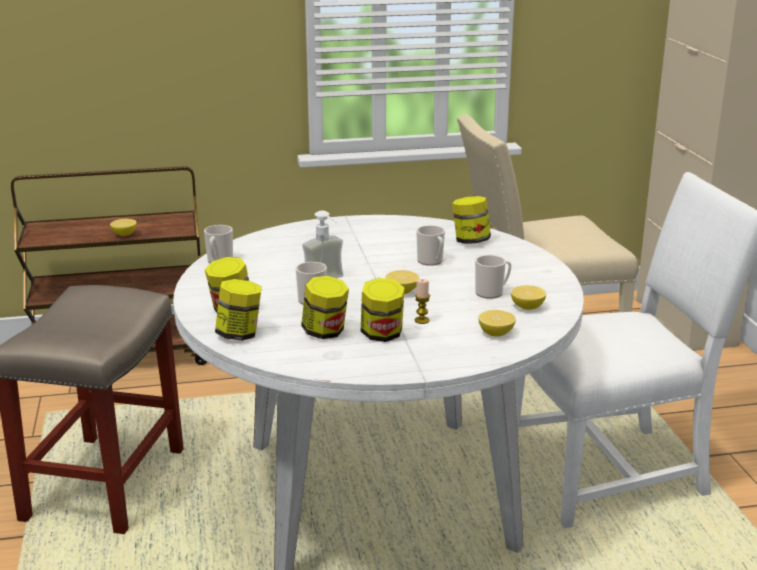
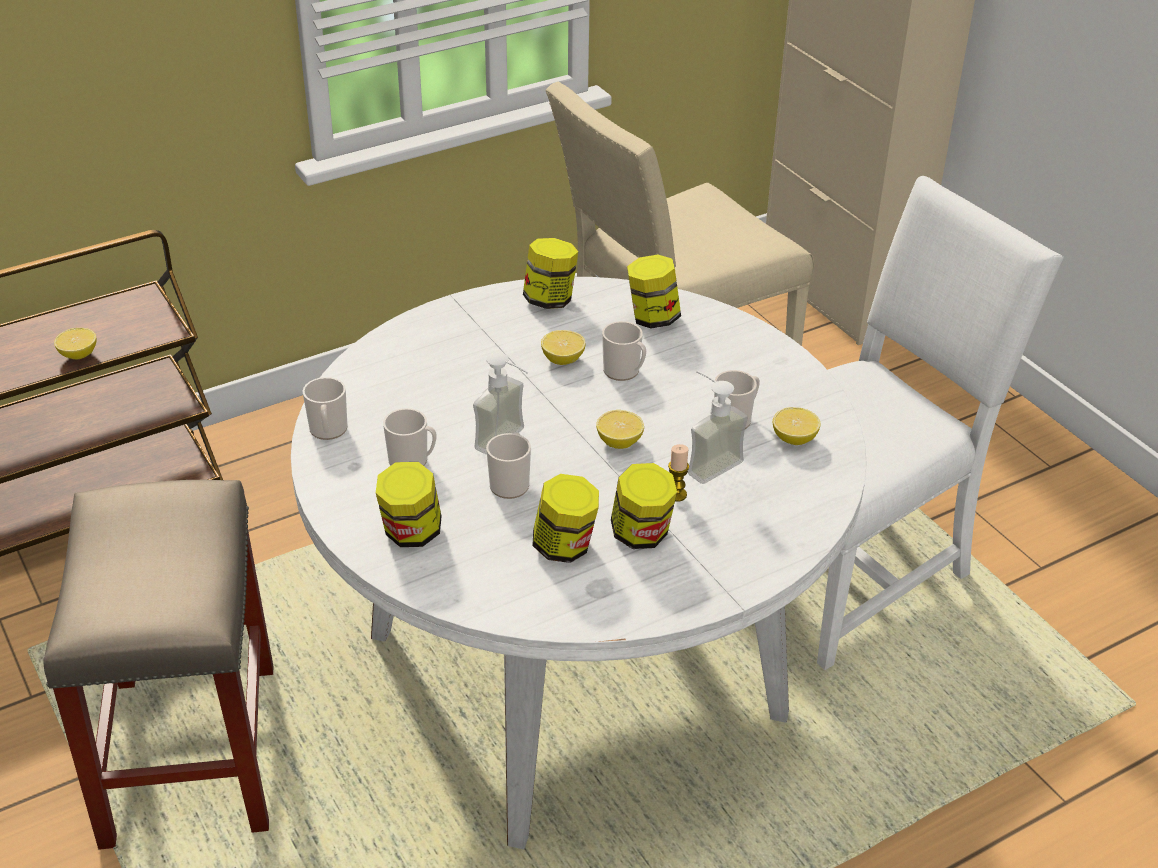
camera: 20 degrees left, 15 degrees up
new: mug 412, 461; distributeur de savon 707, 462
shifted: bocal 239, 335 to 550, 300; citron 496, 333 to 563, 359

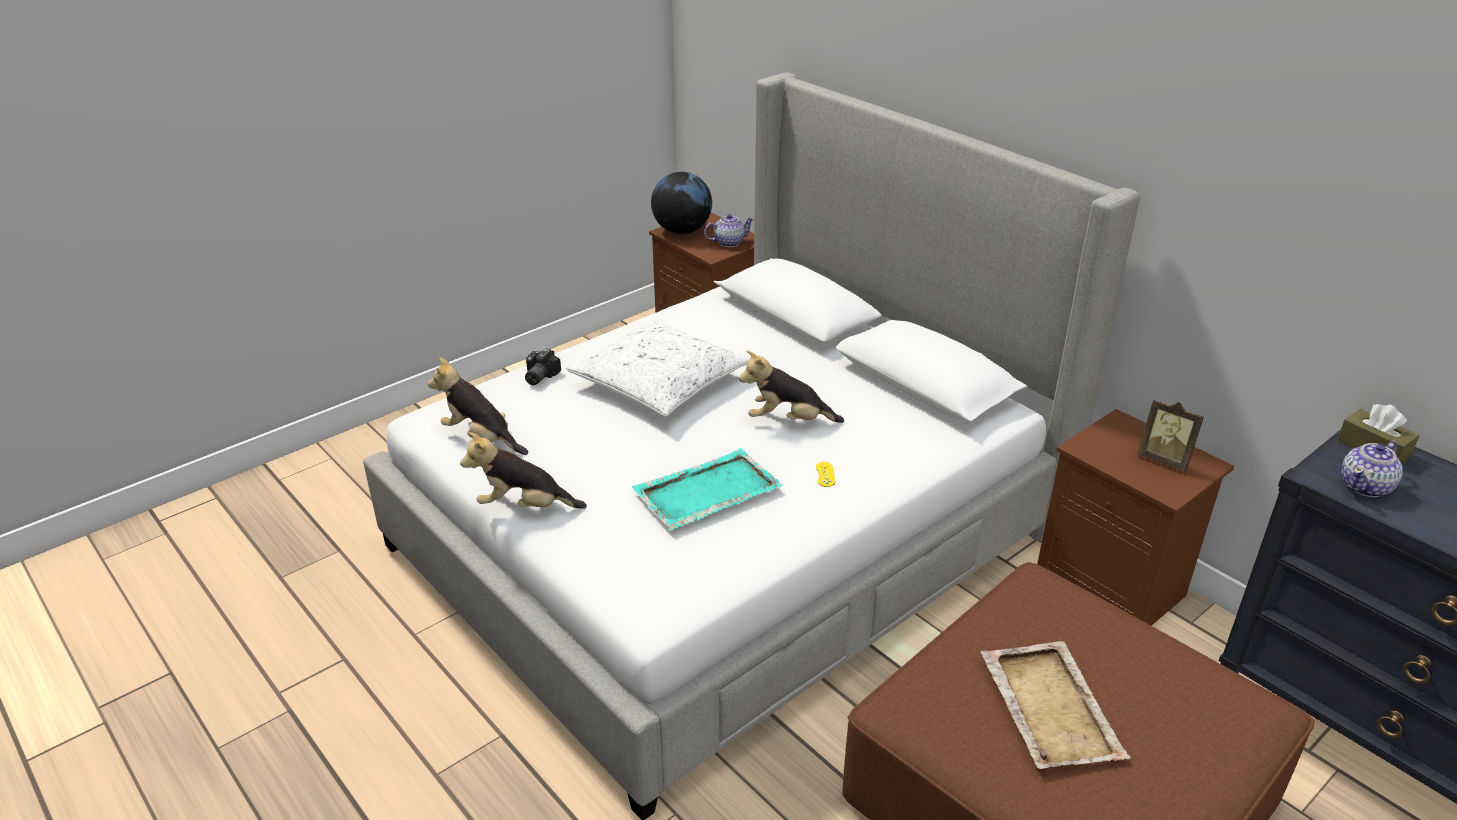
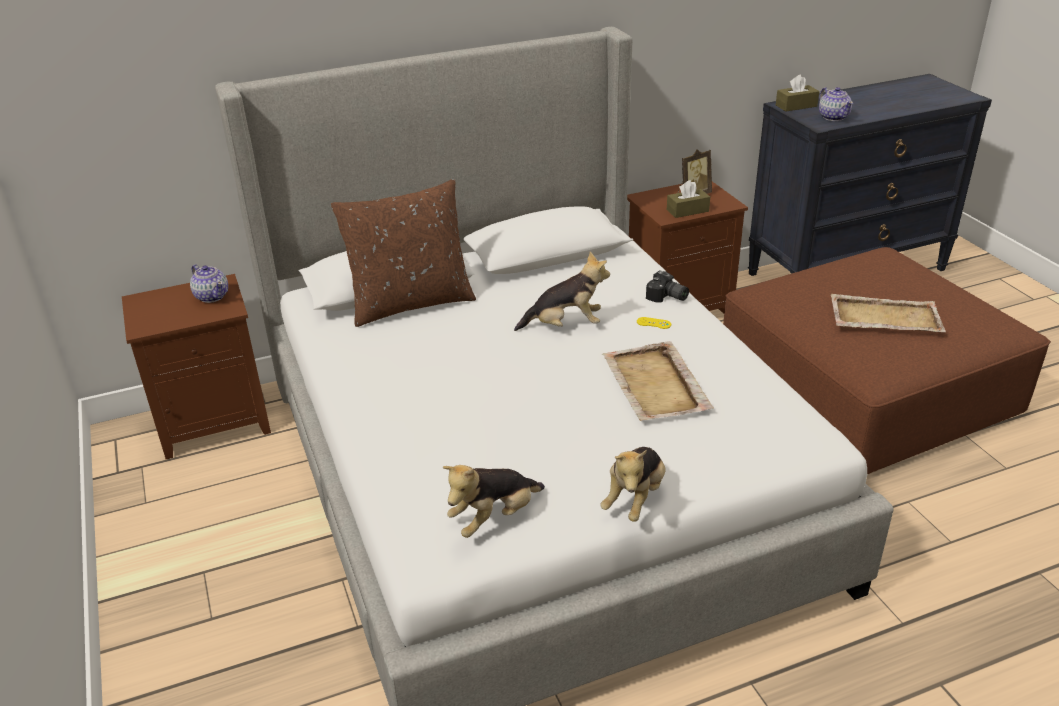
camera: 70 degrees left, 0 degrees up
gone: coussin/blanc 659, 382; globe 682, 231
new: coussin/marron 410, 303; boîte à mouchoirs/marron 687, 210
shifted: appareil photo 538, 377 to 667, 298
repainted: plateau/turquoise 706, 492 to plateau/beige 655, 385
rotated: théière 728, 242 = 212, 296 135 degrees clockwise; peluche 788, 420 = 565, 325 120 degrees counterclockwise

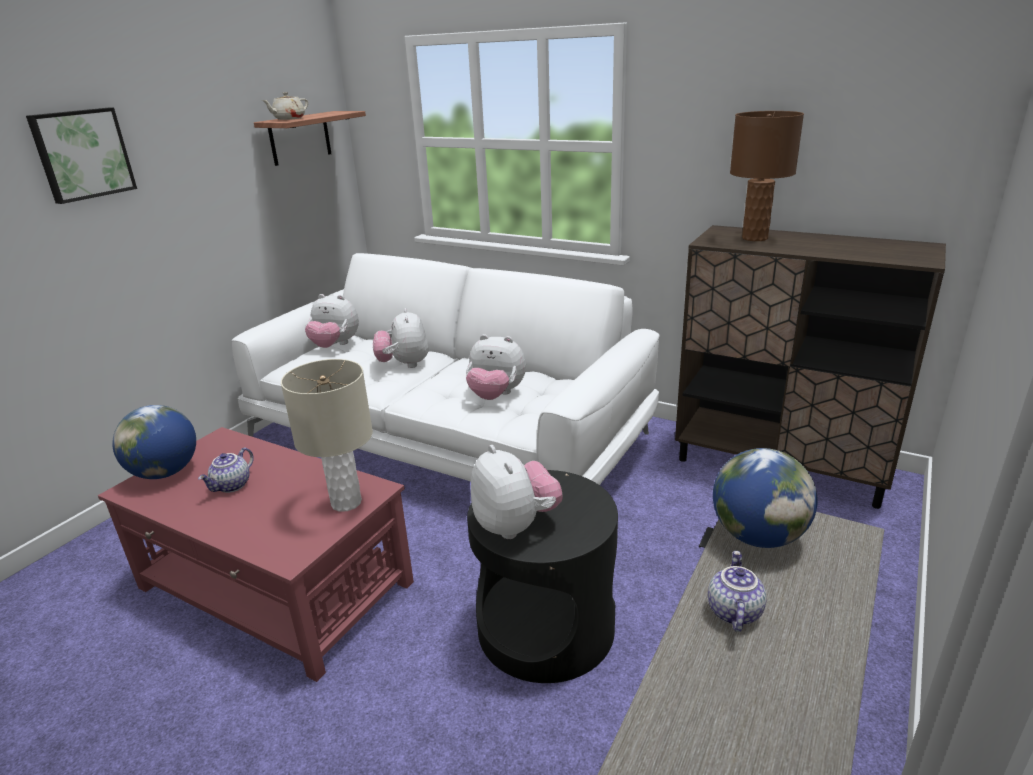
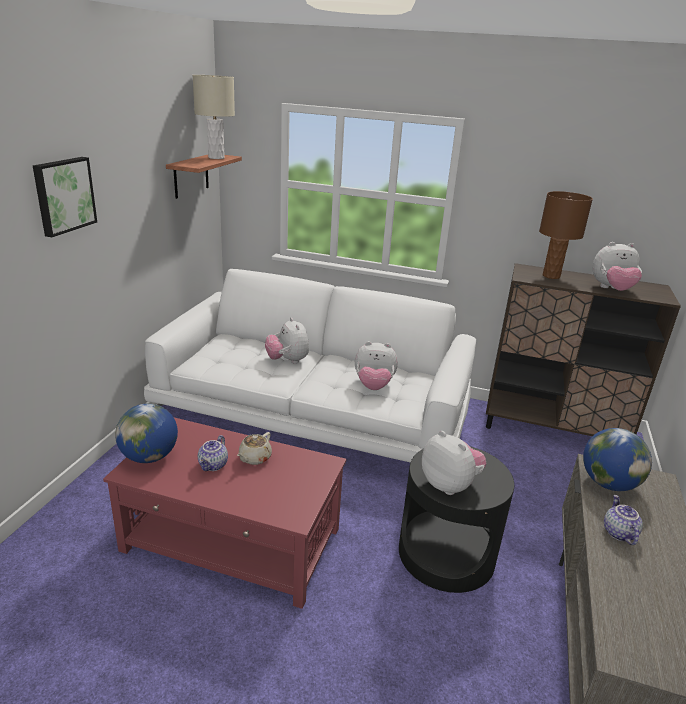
camera: 15 degrees left, 0 degrees up
shifted: théière/beige 289, 119 to 254, 458; lampe de table/beige 347, 502 to 216, 157; peluche 335, 345 to 611, 289

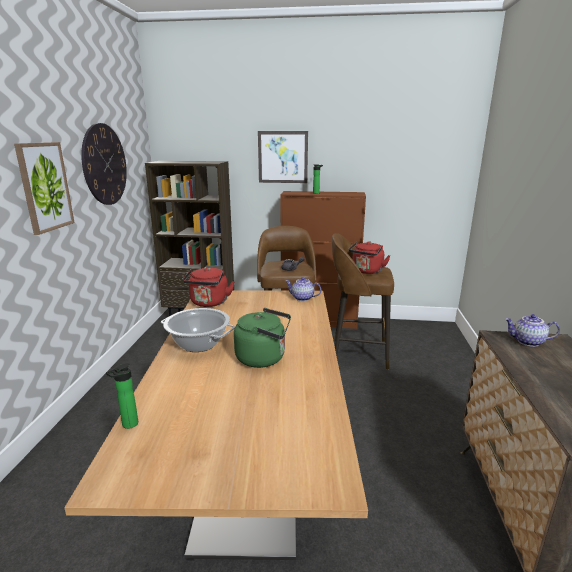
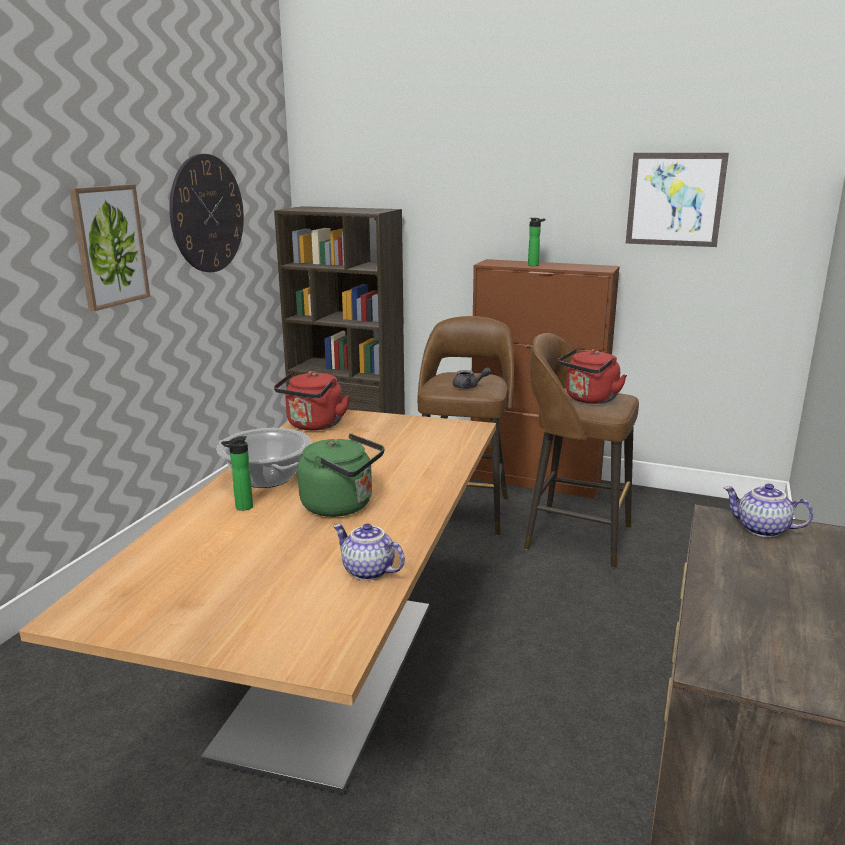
camera: 15 degrees right, 0 degrees up
shifted: bouteille 128, 425 to 241, 507; tableau 283, 157 to 675, 199; théière 302, 298 to 367, 571

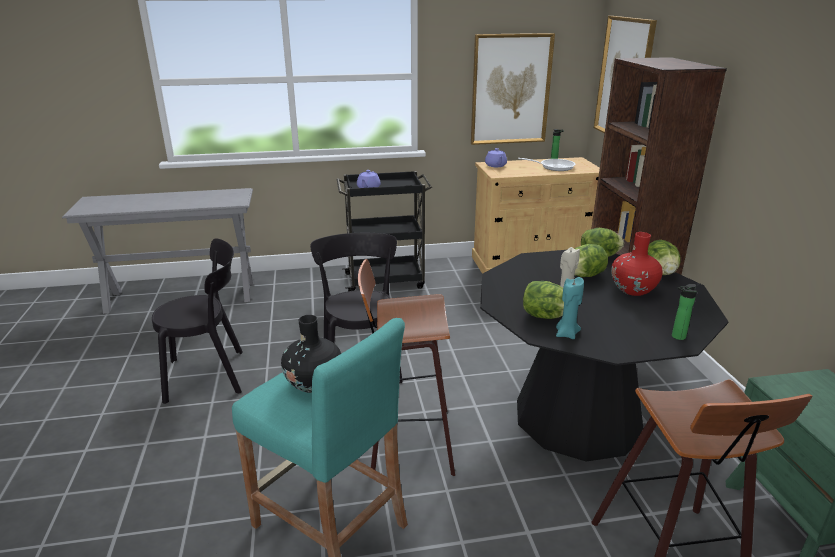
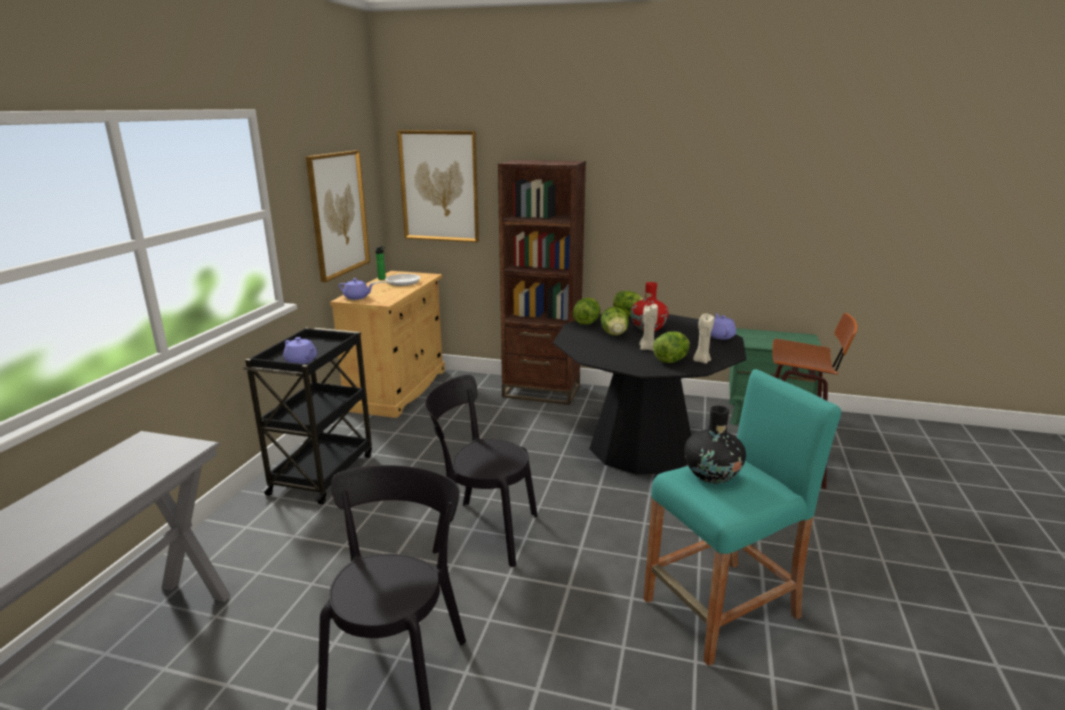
camera: 65 degrees left, 5 degrees down
gone: tabouret 407, 441
swapped: bouteille 677, 337 to théière/violet 720, 336
repainted: bougie/turquoise 566, 334 to bougie/beige 701, 361

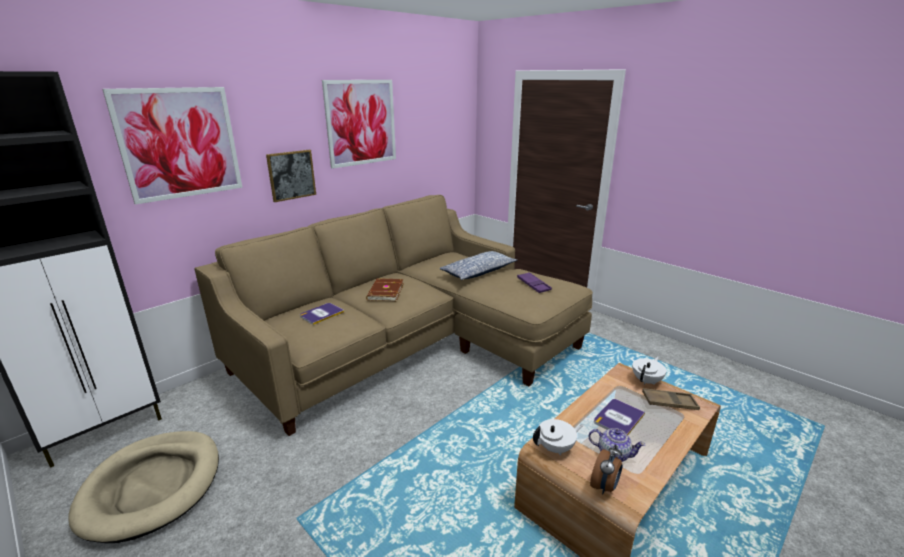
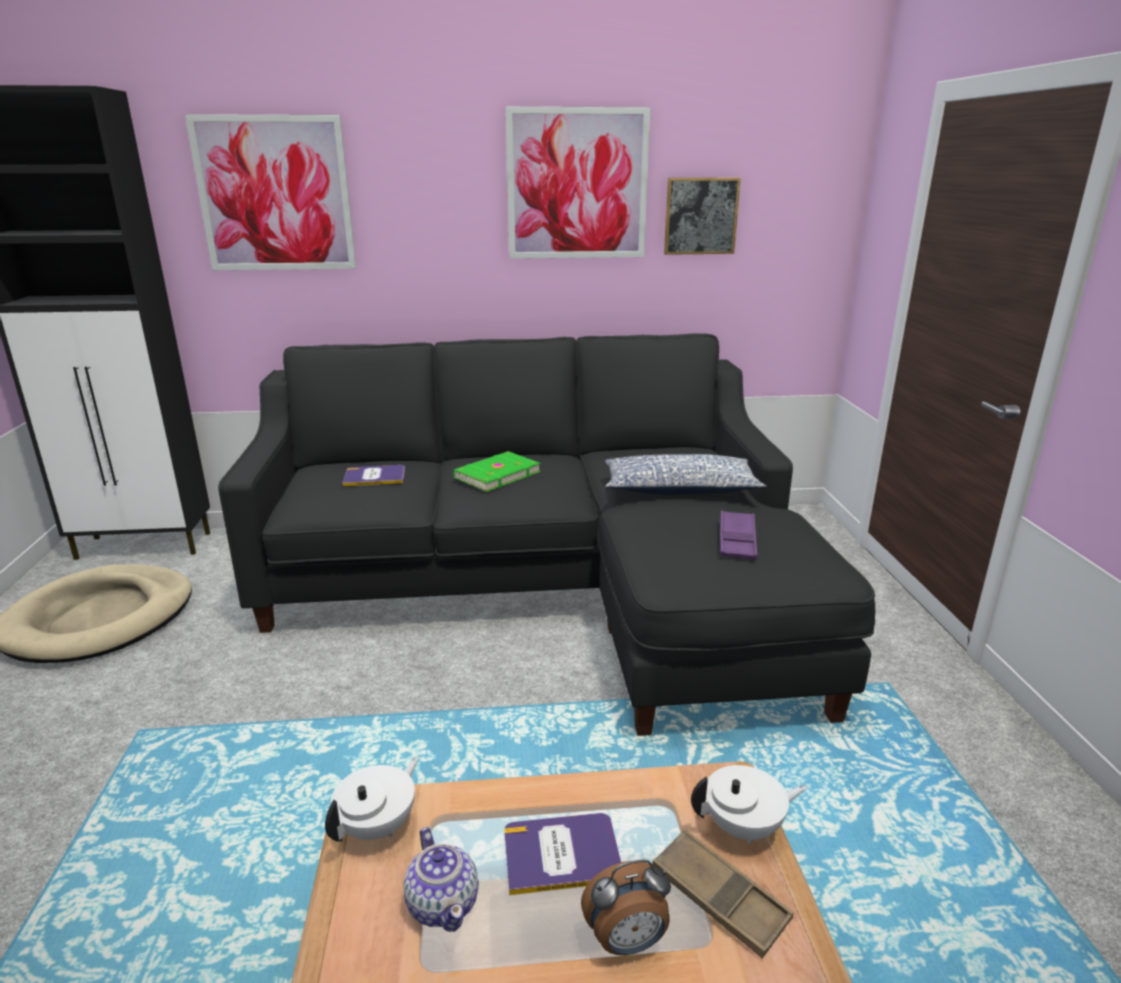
camera: 40 degrees right, 0 degrees up
shifted: tableau 291, 175 to 700, 216; réveil 604, 486 to 627, 942
repainted: canapé/beige 411, 344 to canapé/noir 550, 585; livre/marron 384, 292 to livre/vert 496, 474
rotated: théière/blanc 556, 448 = 378, 826 75 degrees counterclockwise

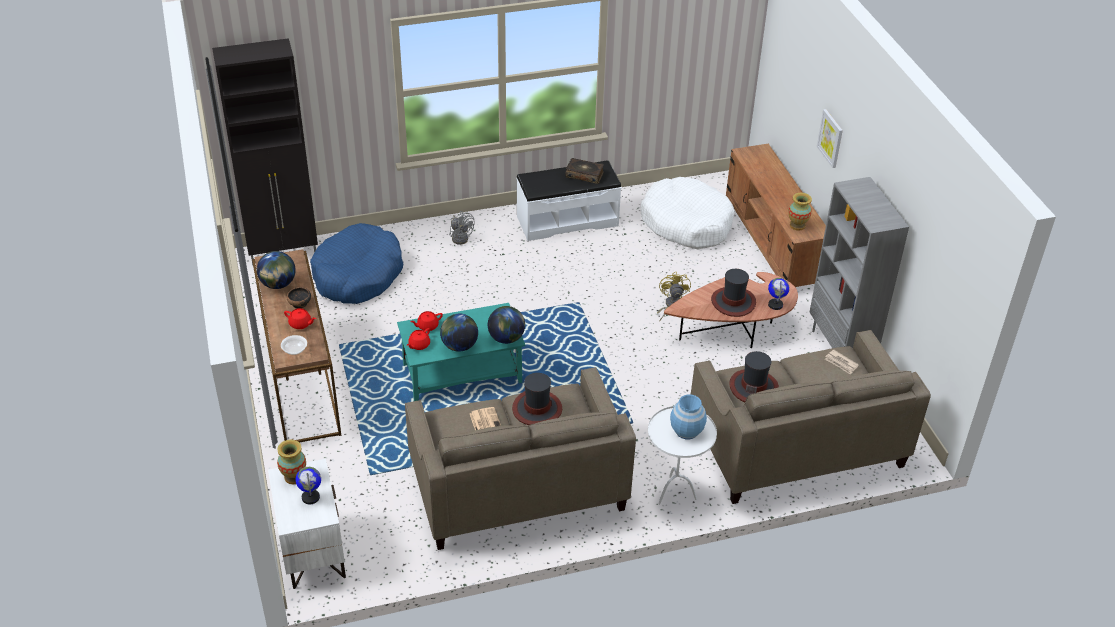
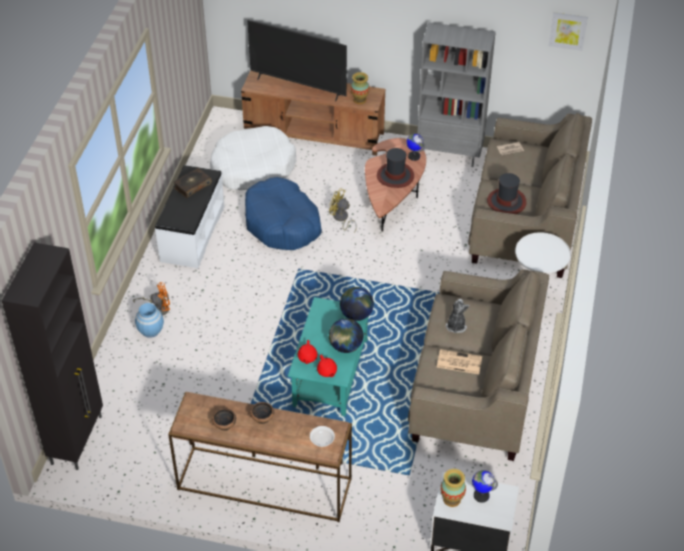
camera: 60 degrees left, 5 degrees up
gone: théière/rouge 300, 324
new: téléviseur 298, 87
shifted: panier pour chien/bleu 357, 275 to 282, 223; vase/bleu 687, 431 to 151, 330; tableau 830, 138 to 568, 30
swapped: globe 278, 284 to bol 224, 424; chapeau 537, 409 to peluche 456, 326
repainted: ventilateur/gris 460, 237 to ventilateur/orange 158, 308

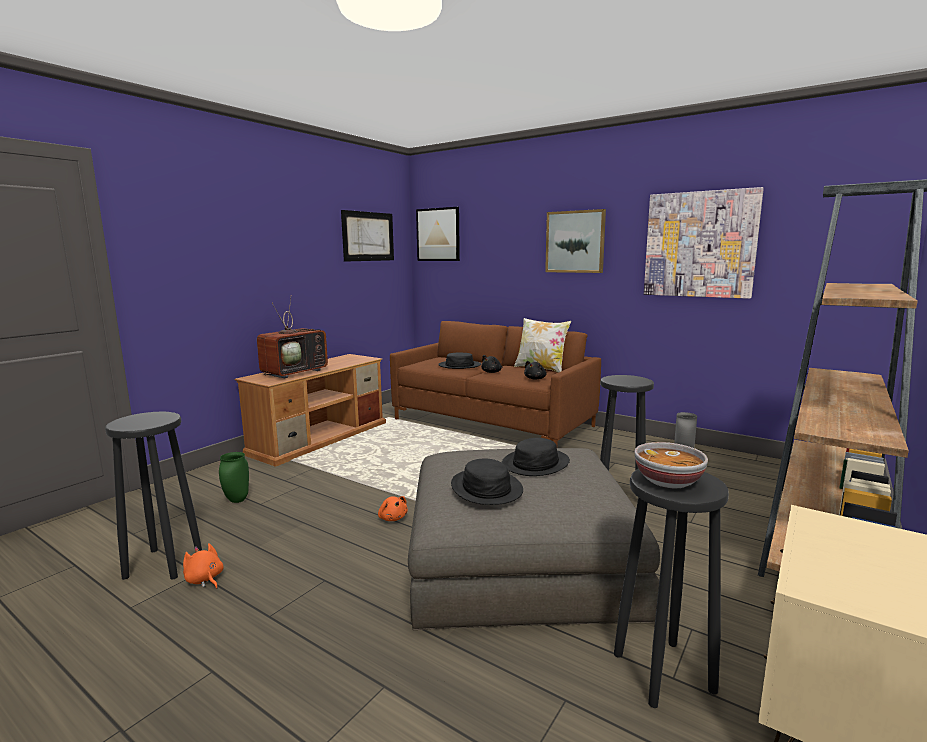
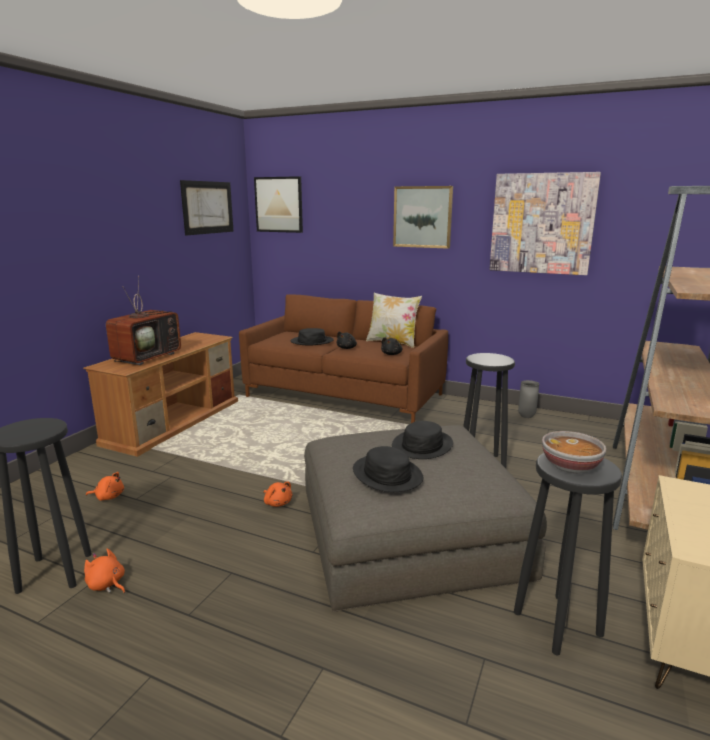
camera: 10 degrees left, 5 degrees up
swapped: vase/vert 236, 500 to peluche/orange 108, 497

